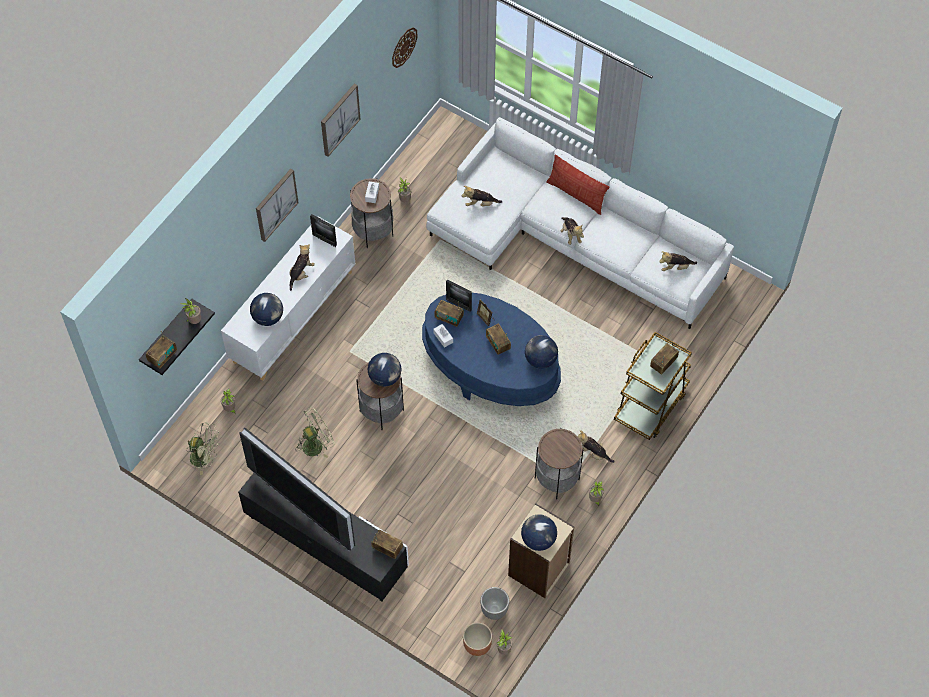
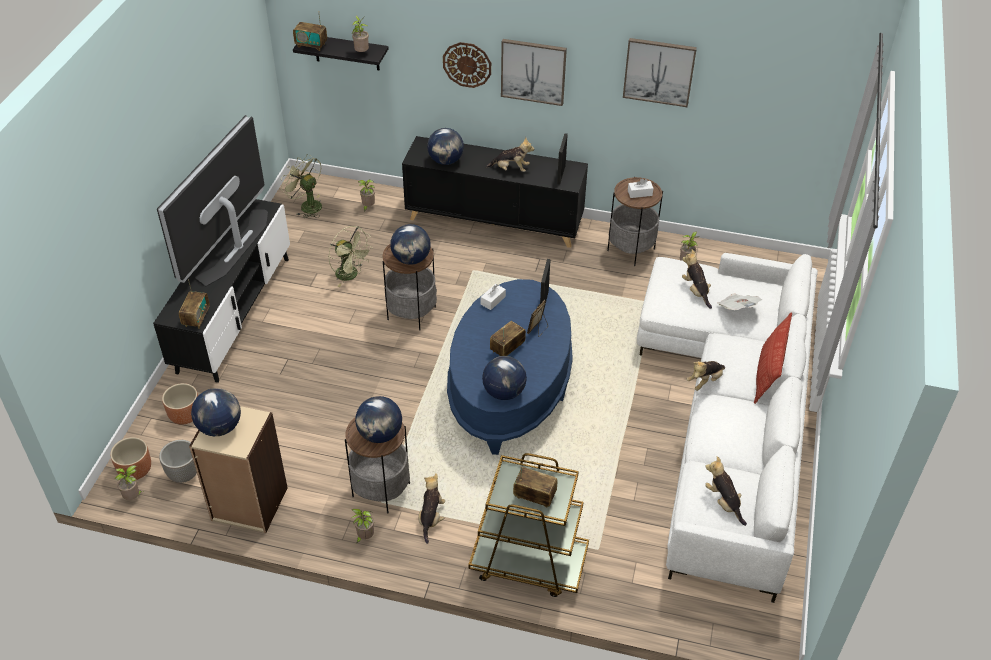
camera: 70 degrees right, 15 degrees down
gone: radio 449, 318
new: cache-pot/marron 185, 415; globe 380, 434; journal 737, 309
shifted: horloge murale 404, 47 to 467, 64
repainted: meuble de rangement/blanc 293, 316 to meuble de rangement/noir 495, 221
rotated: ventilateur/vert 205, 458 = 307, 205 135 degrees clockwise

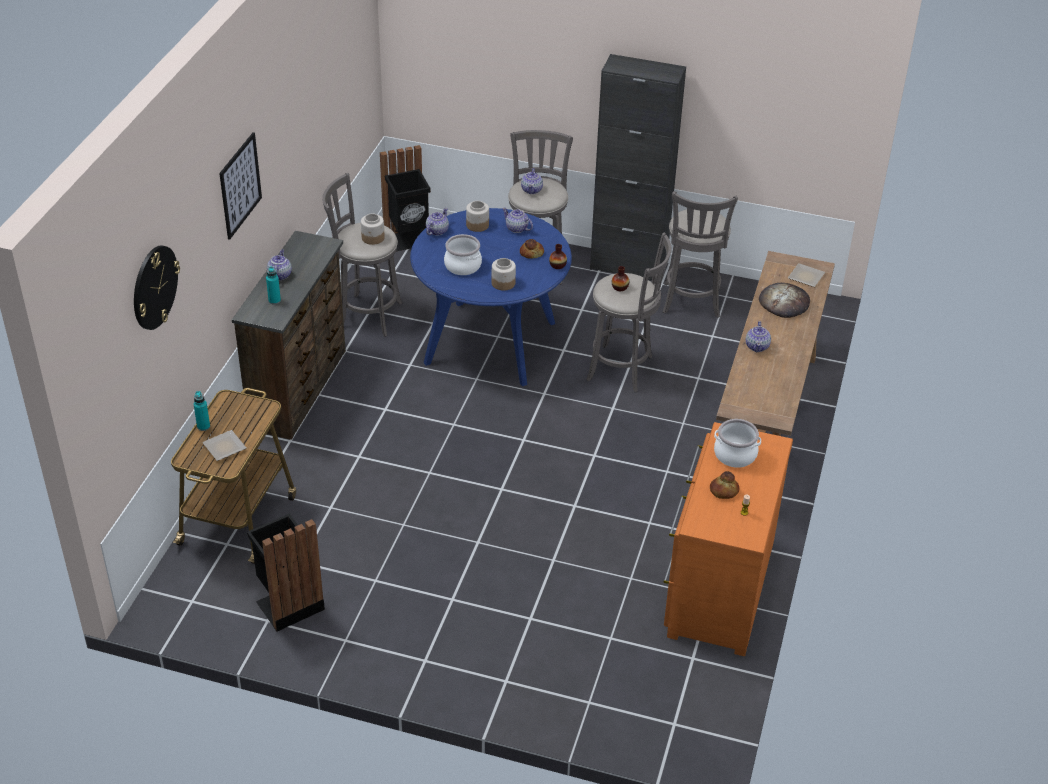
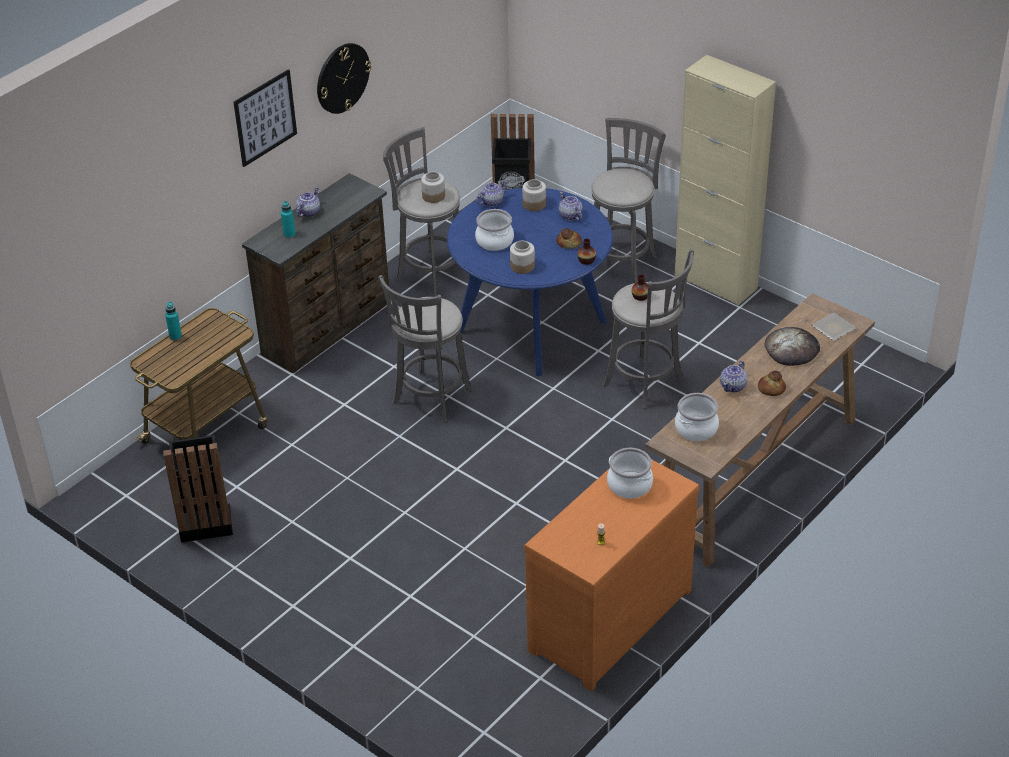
camera: 25 degrees right, 0 degrees up
gone: assiette 226, 447; théière 532, 190
new: marmite 696, 429
shifted: horloge murale 154, 287 to 342, 78; tabouret/gris 691, 302 to 430, 399; pain 723, 491 to 771, 389
repainted: meuble de rangement/noir 628, 267 to meuble de rangement/beige 715, 282

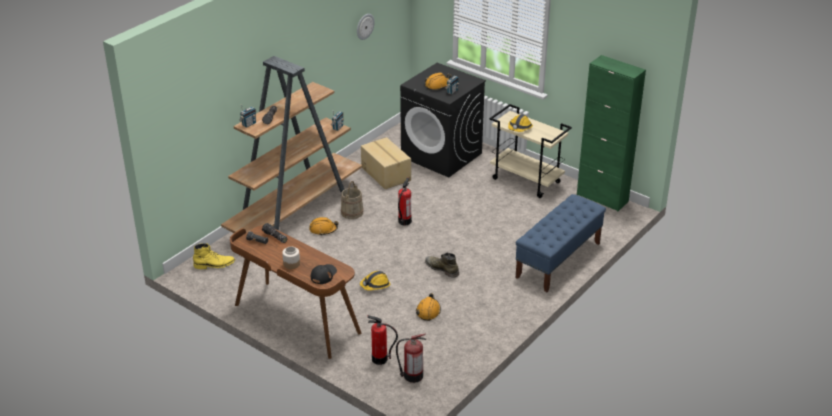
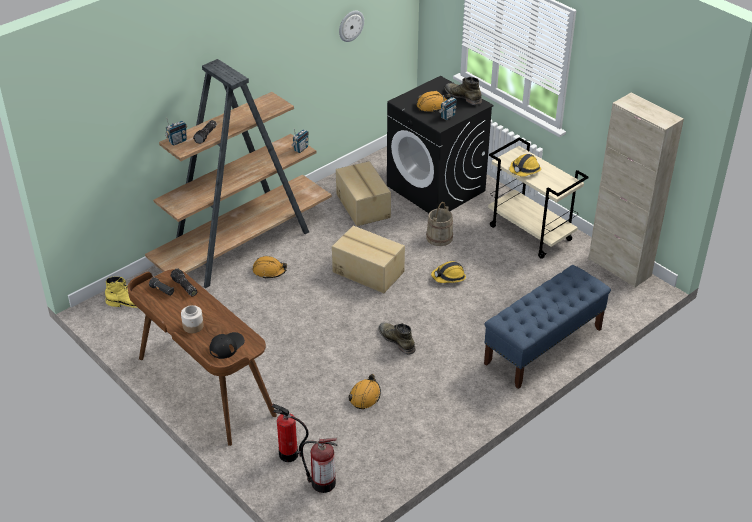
camera: 10 degrees right, 5 degrees up
new: botte/vert 463, 96
shifted: seau/beige 352, 212 to 439, 237; casque de chantier 375, 285 to 449, 277
swapped: extincteur 404, 221 to carton 368, 271
repainted: meuble de rangement/vert 602, 198 to meuble de rangement/beige 619, 267

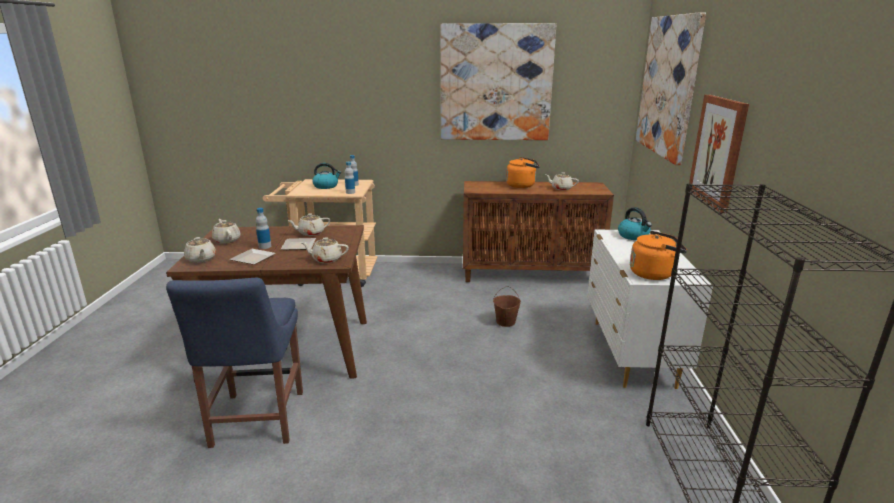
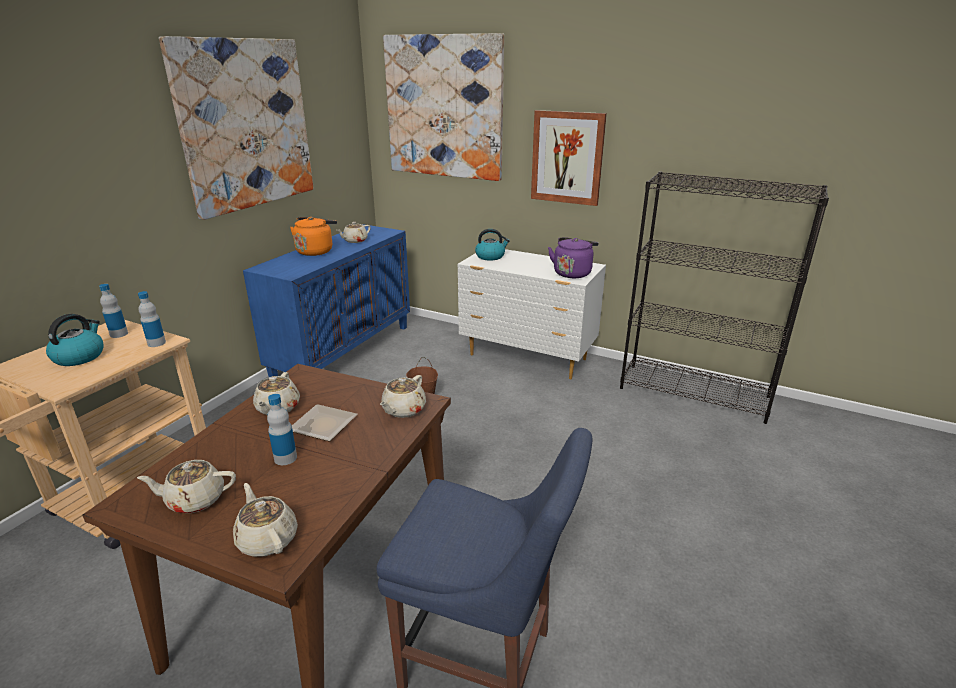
camera: 65 degrees left, 5 degrees up
gone: assiette 253, 259
repainted: meuble de rangement/marron 530, 274 to meuble de rangement/bleu 344, 351; bouilloire/orange 654, 273 to bouilloire/violet 572, 273
rotated: théière/beige 201, 259 = 267, 539 120 degrees counterclockwise

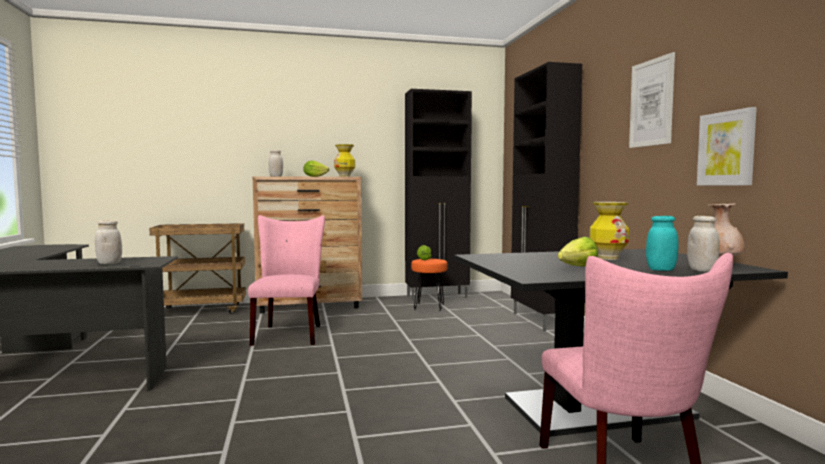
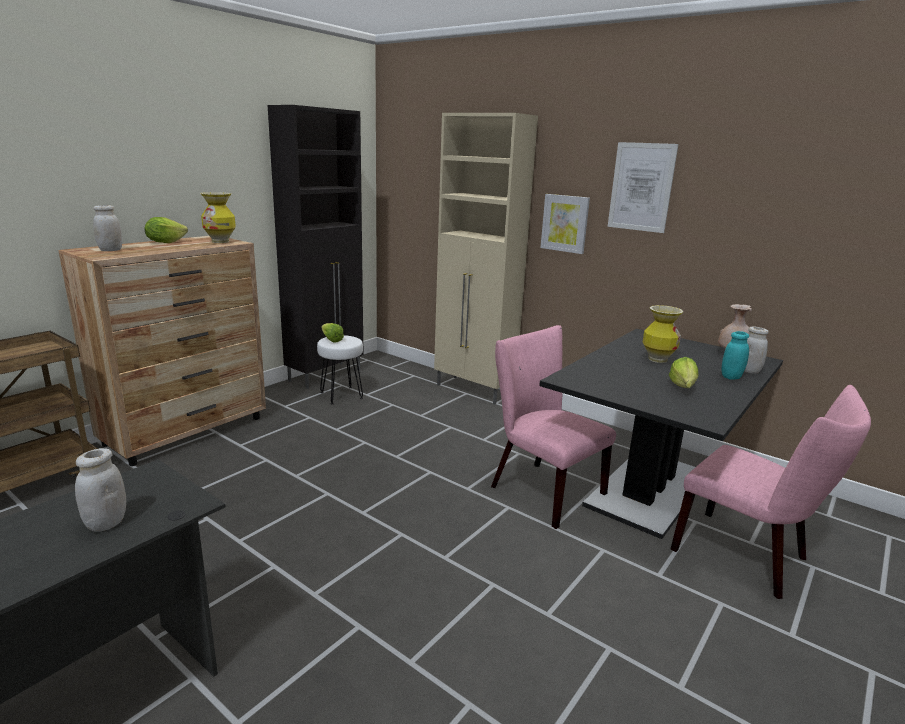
camera: 40 degrees left, 15 degrees up
shifted: chaise/rose 289, 333 to 540, 489; tableau 726, 148 to 565, 223
repainted: tabouret/orange 428, 307 to tabouret/blanc 341, 395; meuble de rangement/noir 540, 321 to meuble de rangement/beige 474, 390

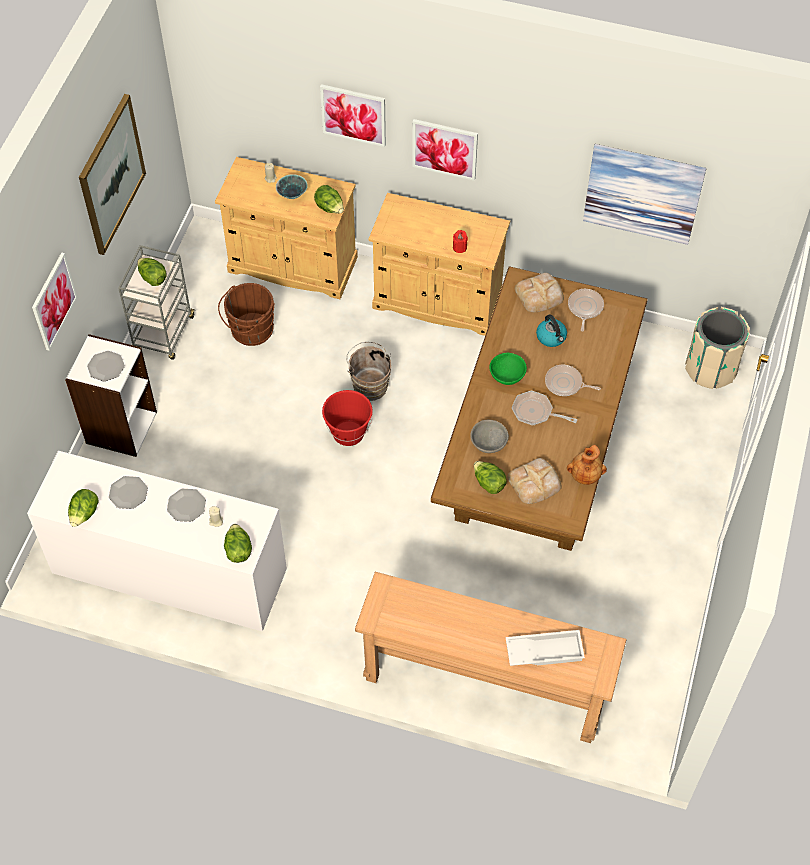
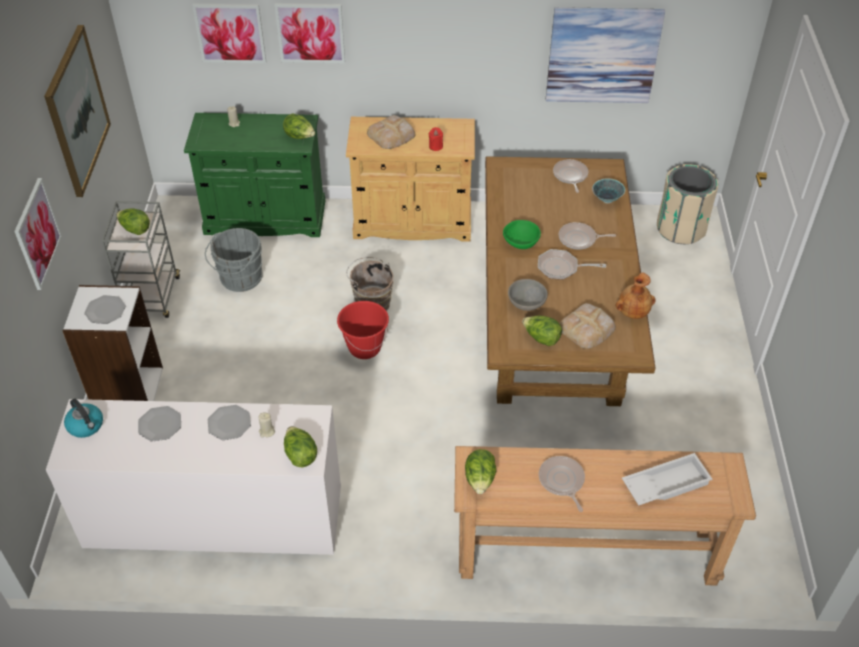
camera: 15 degrees left, 10 degrees down
new: poêle 562, 481
shifted: laitue 84, 514 to 480, 480; bol 292, 195 to 607, 199; tableau 444, 149 to 230, 33; pain 540, 295 to 392, 135; bouilloire 551, 337 to 86, 426
repainted: meuble de rangement/beige 292, 265 to meuble de rangement/vert 265, 218; seau/marron 250, 331 to seau/gris 239, 279

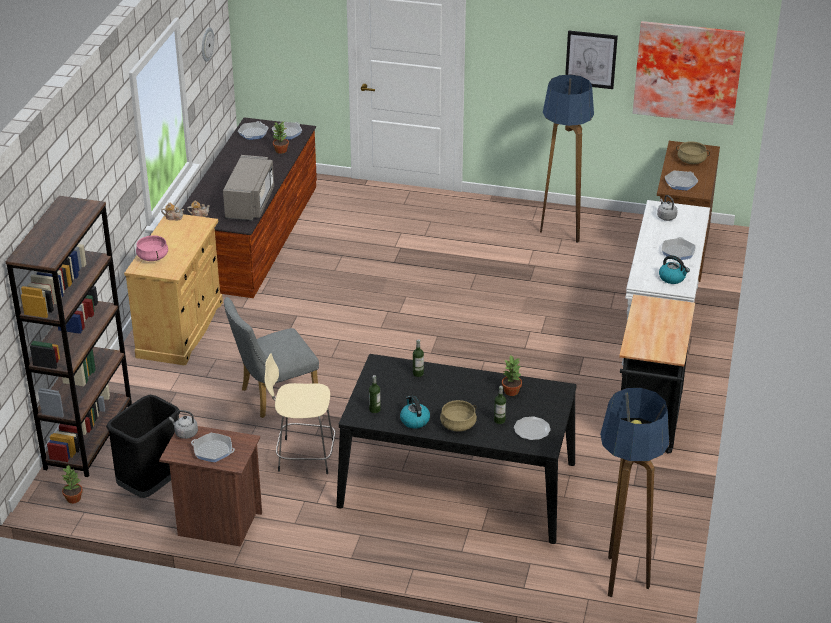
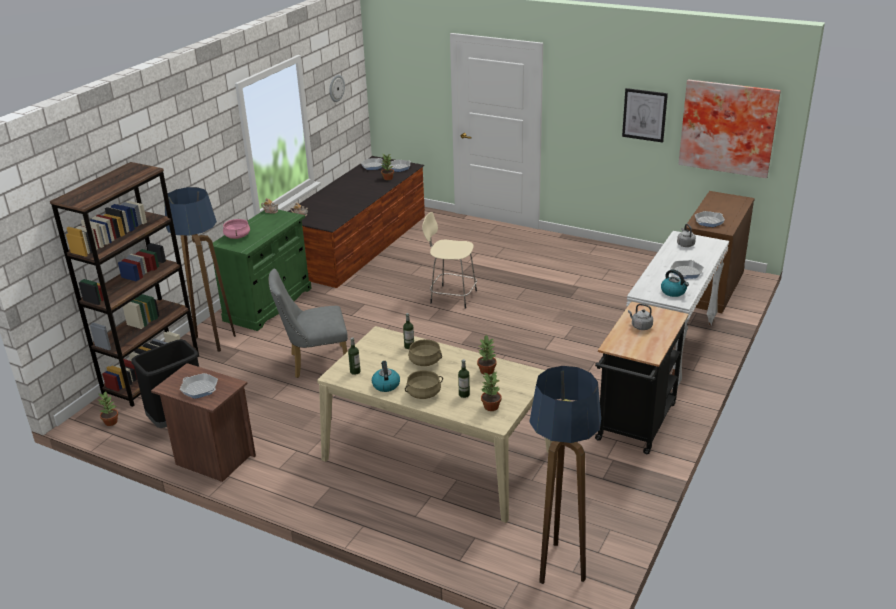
camera: 15 degrees right, 5 degrees down
gone: micro-ondes/gris 250, 203
shifted: bouilloire/gris 185, 433 to 640, 326; tabouret/beige 303, 456 to 451, 296; lampadaire 561, 232 to 213, 340; marmite/beige 691, 160 to 425, 361
swapped: assiette 531, 430 to plante en pot 490, 407
repainted: meuble de rangement/beige 180, 329 to meuble de rangement/vert 268, 304; table à manger/noir 457, 484 to table à manger/beige 437, 455

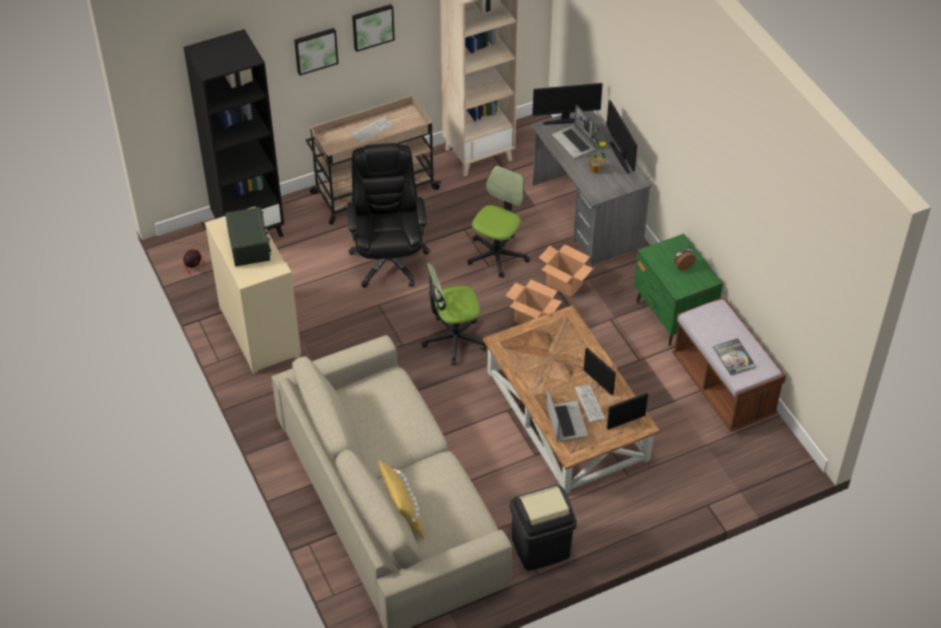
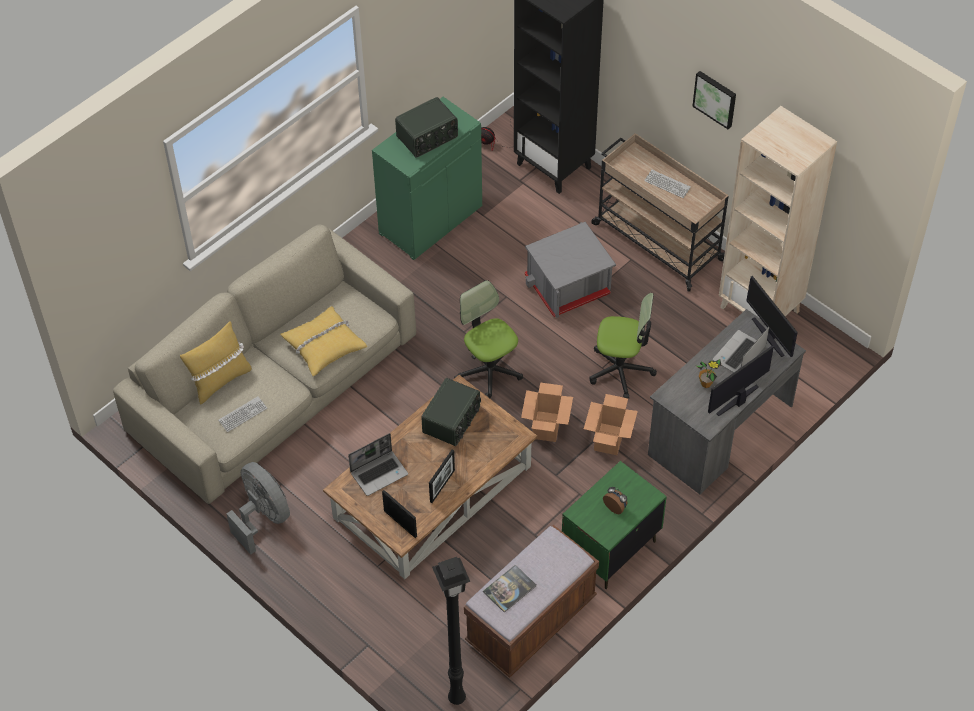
camera: 70 degrees right, 5 degrees up
gone: tableau 315, 50
new: coussin/jaune 324, 345; radio 452, 421; lampadaire/noir 456, 699
shifted: clavier 589, 404 to 243, 415
swapped: chaise de bureau/noir 388, 260 to boîte de rangement/gris 569, 284; poubelle/noir 541, 548 to ventilateur/gris 262, 517
repainted: meuble de rangement/beige 258, 331 to meuble de rangement/vert 430, 219

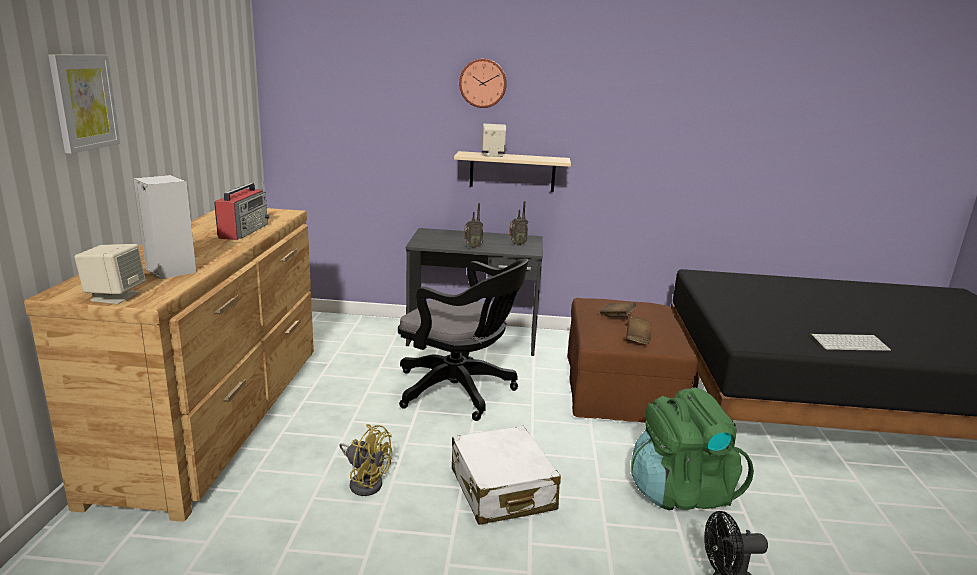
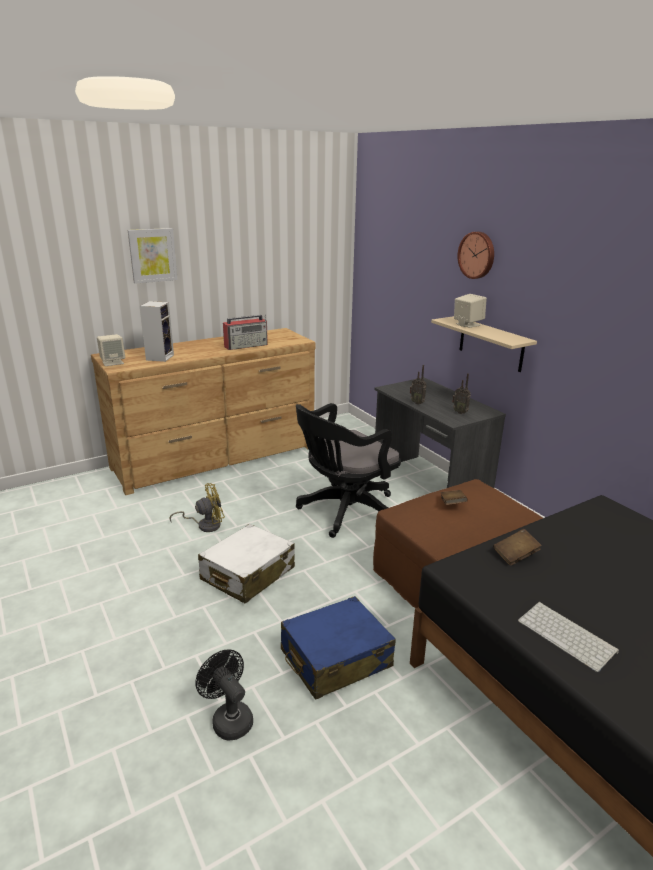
camera: 55 degrees right, 5 degrees up
shifted: livre/marron 638, 338 to 515, 555
swapped: sac à dos/vert 680, 492 to valise/bleu 335, 659
rotated: ventilateur/jaune 365, 481 = 205, 525 105 degrees counterclockwise; chaise de bureau/noir 460, 391 = 344, 512 60 degrees clockwise

